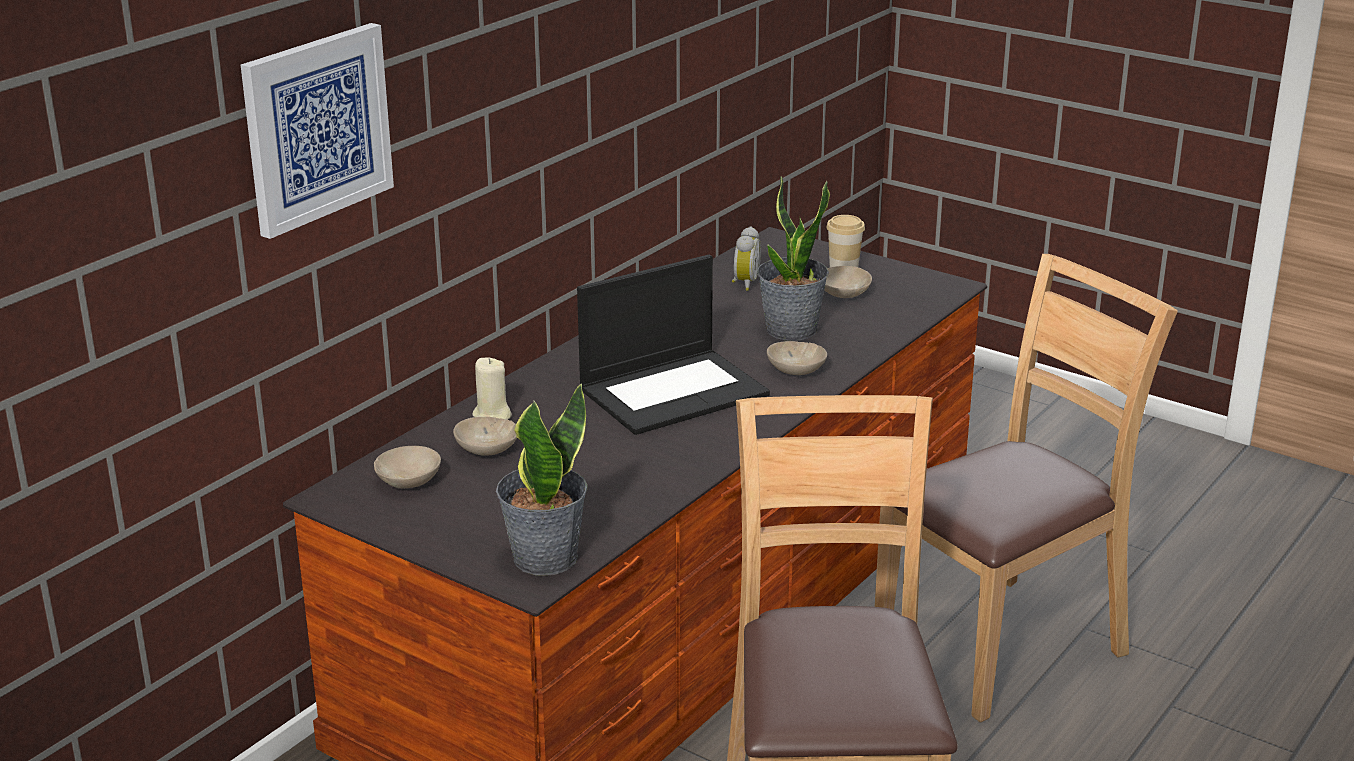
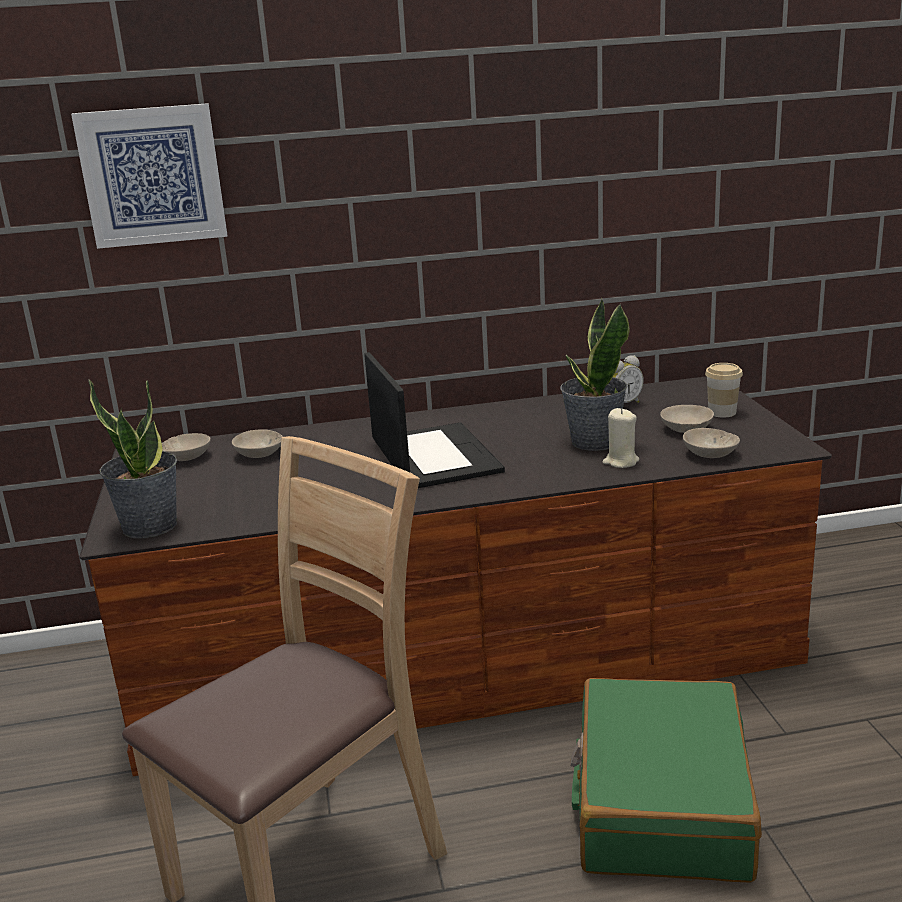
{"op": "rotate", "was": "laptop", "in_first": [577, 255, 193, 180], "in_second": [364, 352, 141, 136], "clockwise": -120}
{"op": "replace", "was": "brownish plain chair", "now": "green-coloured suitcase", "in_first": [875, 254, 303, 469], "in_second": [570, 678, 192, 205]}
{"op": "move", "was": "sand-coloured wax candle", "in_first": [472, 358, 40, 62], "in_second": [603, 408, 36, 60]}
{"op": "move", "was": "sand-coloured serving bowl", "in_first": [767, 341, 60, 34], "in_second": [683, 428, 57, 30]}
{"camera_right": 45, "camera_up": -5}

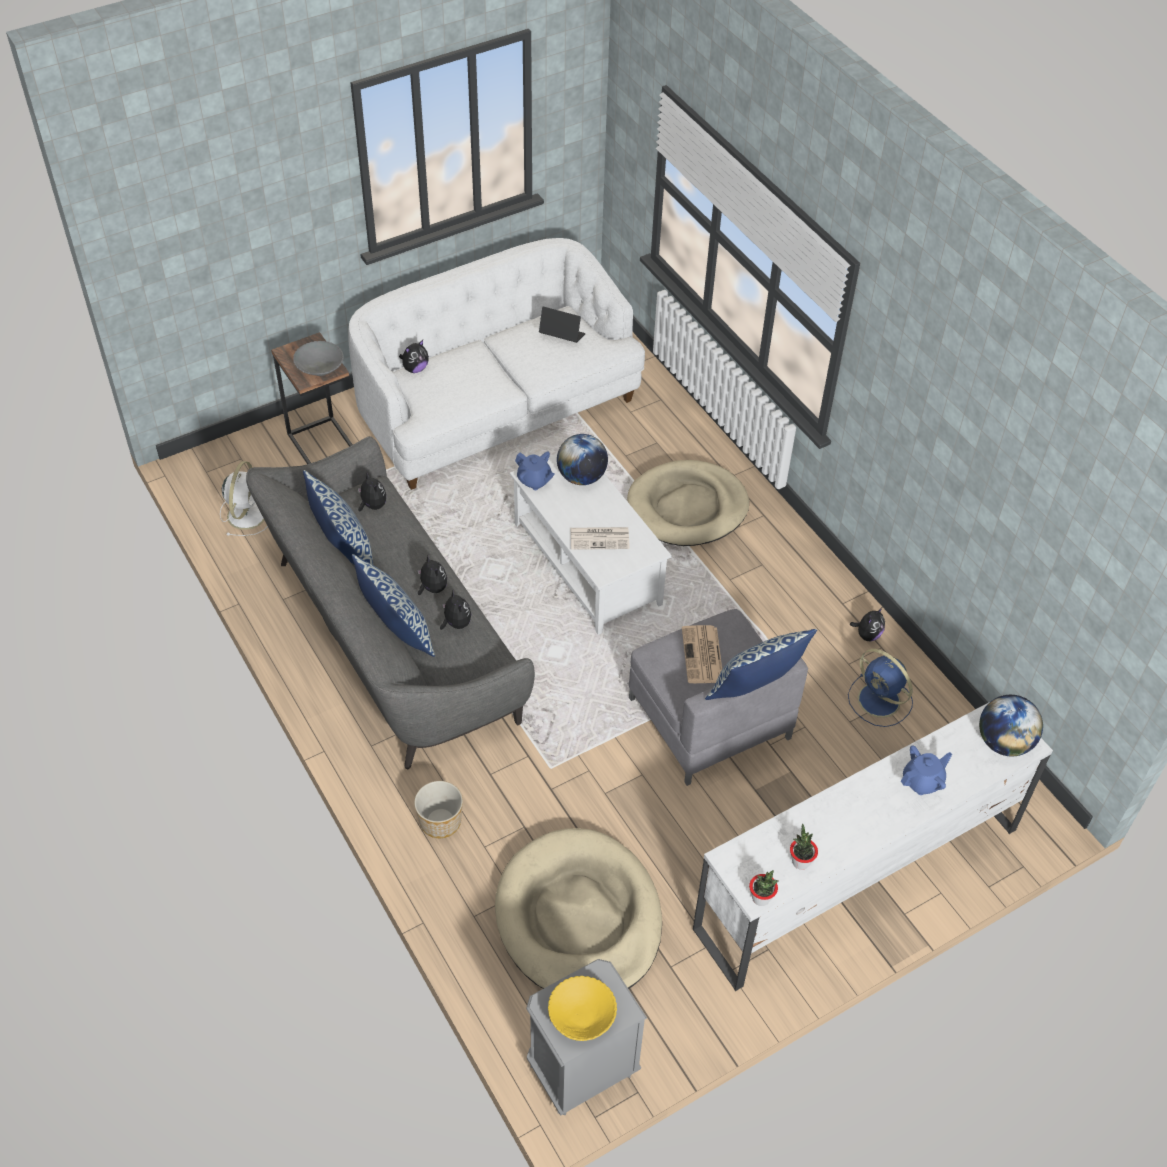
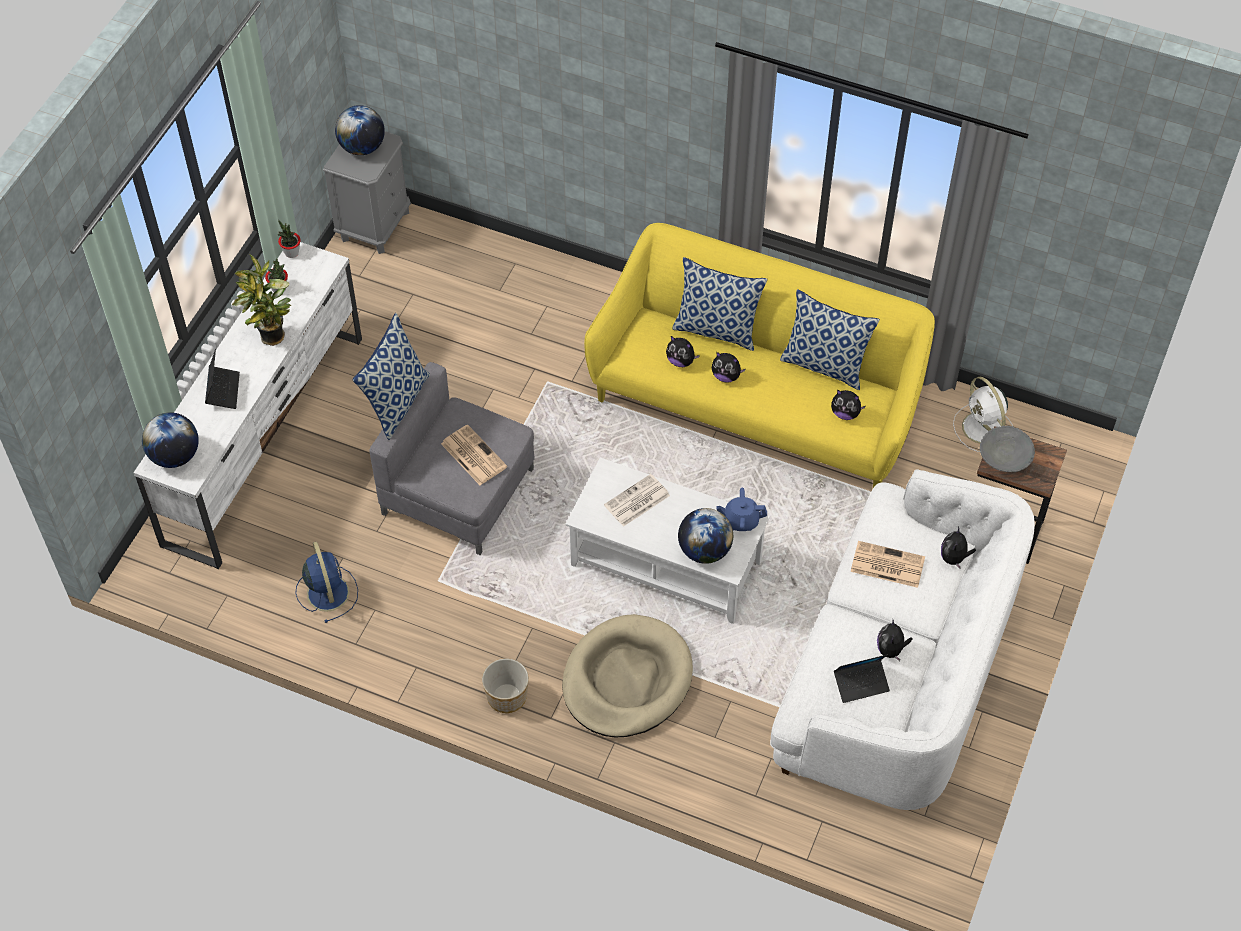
{"op": "replace", "was": "blue teapot", "now": "laptop", "in_first": [901, 745, 51, 50], "in_second": [205, 349, 35, 60]}
{"op": "insert", "now": "potted plant", "in_second": [232, 255, 59, 91]}
{"op": "rotate", "was": "blue fan", "in_first": [848, 649, 65, 78], "in_second": [296, 542, 62, 81], "clockwise": 60}
{"op": "replace", "was": "yellow serving bowl", "now": "desk globe", "in_first": [548, 976, 69, 65], "in_second": [335, 105, 50, 50]}
{"op": "move", "was": "plant pot", "in_first": [414, 781, 49, 57], "in_second": [482, 658, 47, 55]}
{"op": "recolor", "was": "greyish sofa", "now": "yellow sofa", "in_first": [246, 436, 289, 333], "in_second": [584, 223, 351, 265]}
{"op": "insert", "now": "printed paper", "in_second": [851, 541, 74, 47]}
{"op": "move", "was": "cuddly toy", "in_first": [850, 607, 35, 34], "in_second": [877, 620, 35, 41]}
{"op": "delete", "was": "sand-coloured dog bed", "in_first": [495, 828, 167, 161]}
{"camera_right": 145, "camera_up": 5}

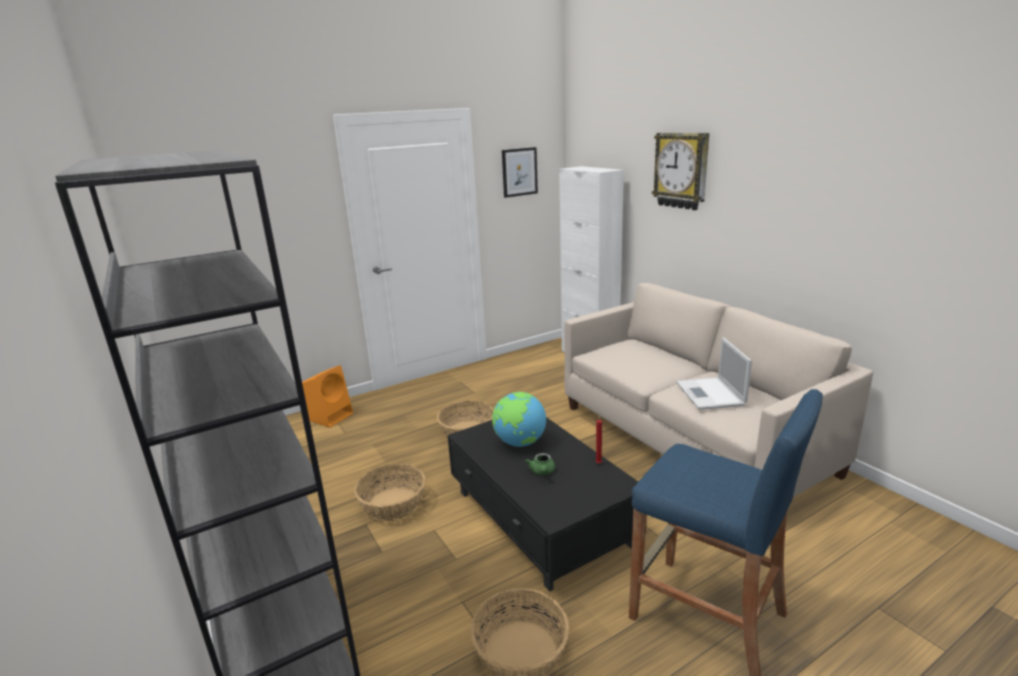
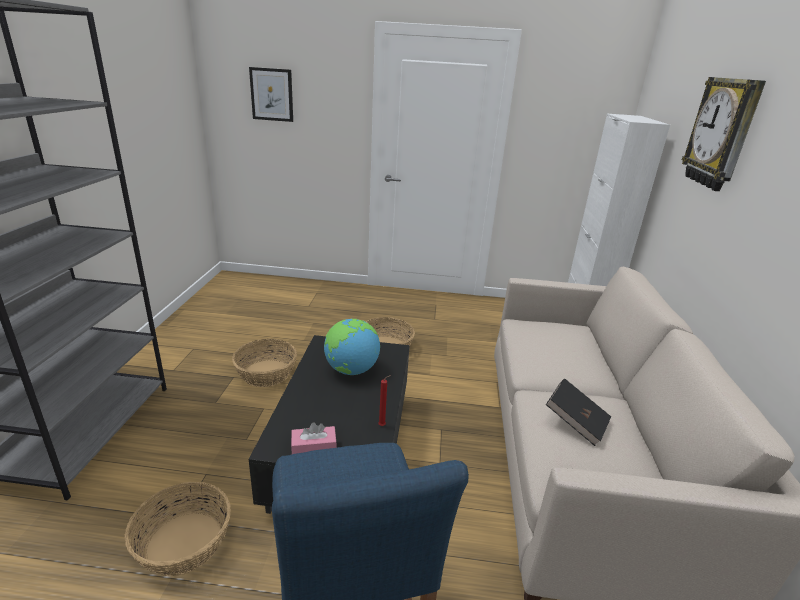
{"op": "move", "was": "wall picture", "in_first": [502, 147, 36, 51], "in_second": [249, 67, 44, 55]}
{"op": "insert", "now": "pink tissue box", "in_second": [291, 422, 45, 32]}
{"op": "replace", "was": "laptop", "now": "black-coloured volume", "in_first": [676, 337, 76, 73], "in_second": [546, 378, 65, 68]}
{"op": "delete", "was": "orange audio speaker", "in_first": [302, 365, 51, 63]}
{"op": "delete", "was": "green-coloured teapot", "in_first": [525, 453, 30, 22]}
{"camera_right": 35, "camera_up": 5}

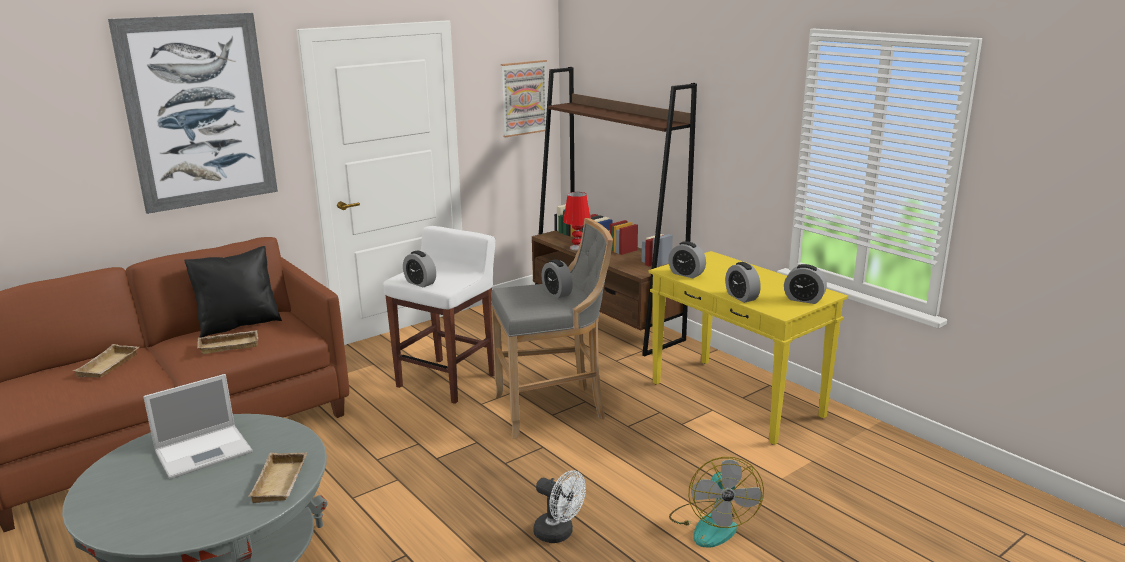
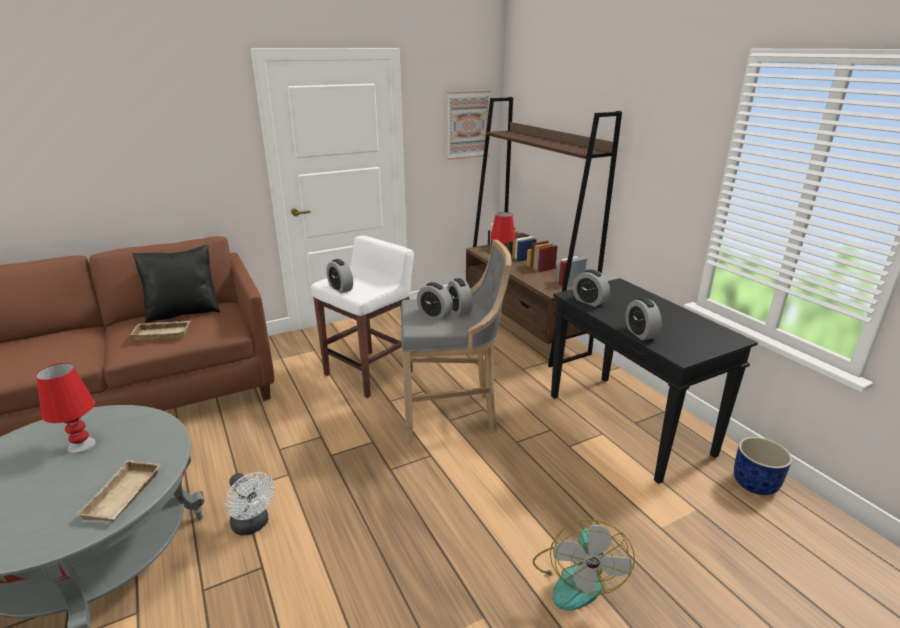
{"op": "replace", "was": "laptop", "now": "reddish table lamp", "in_first": [143, 374, 109, 105], "in_second": [36, 363, 60, 91]}
{"op": "move", "was": "white-coloured fan", "in_first": [533, 470, 53, 73], "in_second": [225, 472, 50, 64]}
{"op": "move", "was": "alarm clock", "in_first": [784, 264, 43, 40], "in_second": [417, 282, 36, 38]}
{"op": "recolor", "was": "yellow console table", "now": "black-coloured console table", "in_first": [648, 251, 200, 194], "in_second": [551, 278, 207, 206]}
{"op": "insert", "now": "blue plant pot", "in_second": [734, 437, 58, 58]}
{"op": "delete", "was": "sand-coloured serving tray", "in_first": [73, 344, 66, 34]}
{"op": "delete", "was": "wall picture", "in_first": [108, 13, 170, 201]}
{"camera_right": 10, "camera_up": 5}

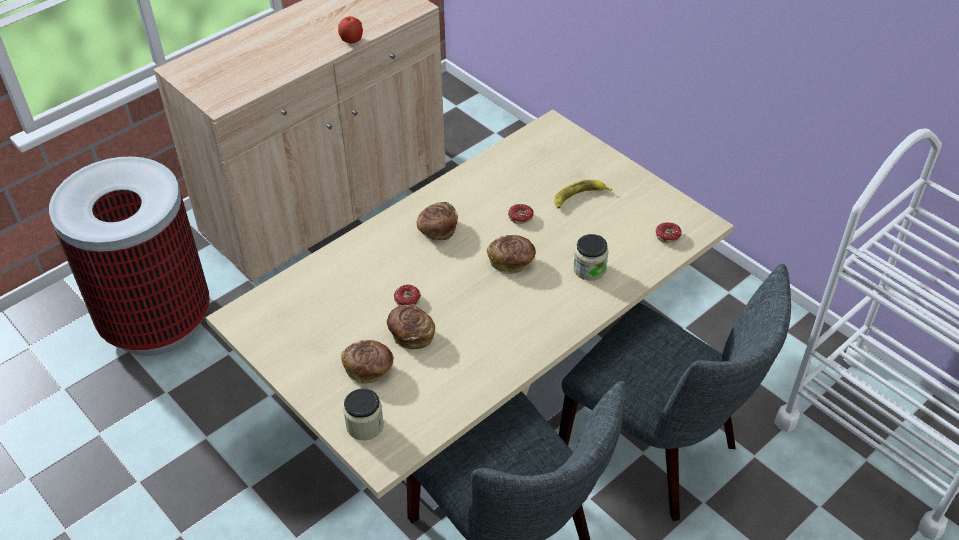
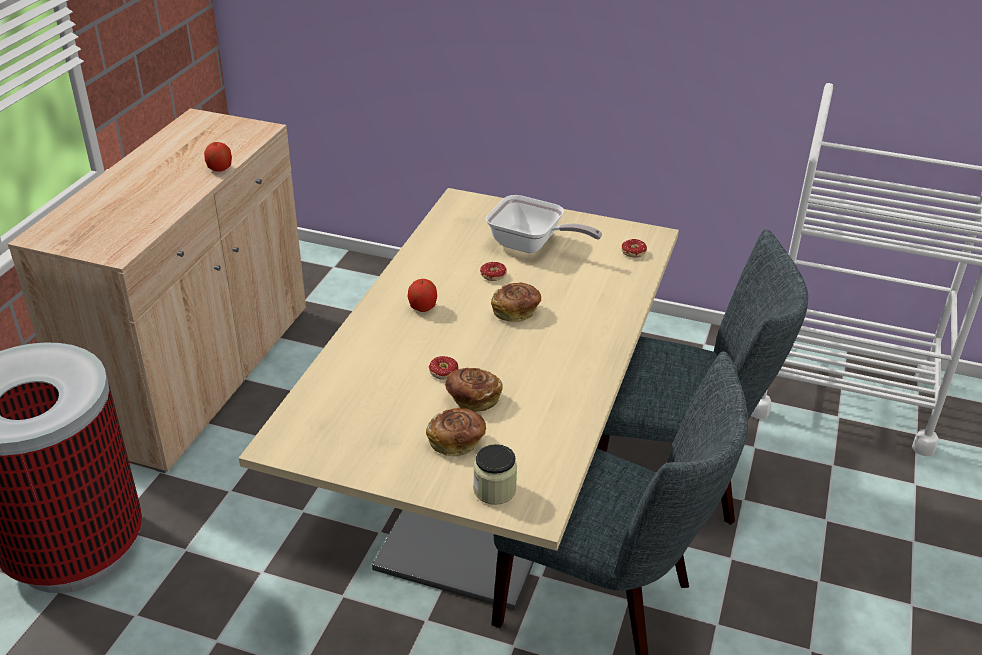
{"op": "replace", "was": "bread", "now": "whole apple", "in_first": [417, 202, 41, 38], "in_second": [407, 279, 30, 33]}
{"op": "replace", "was": "whole banana", "now": "skillet", "in_first": [554, 180, 58, 28], "in_second": [486, 195, 116, 58]}
{"op": "delete", "was": "storage jar", "in_first": [573, 234, 36, 47]}
{"camera_right": -30, "camera_up": -10}

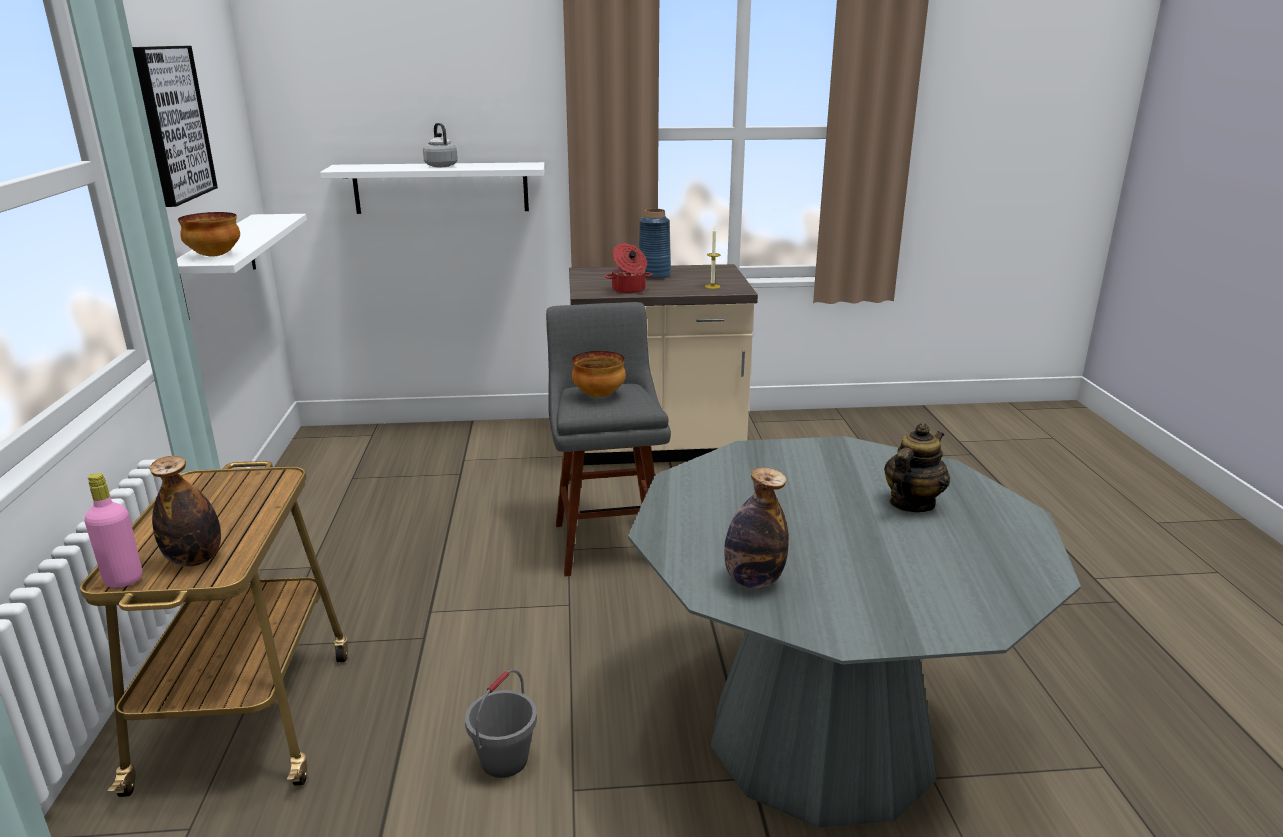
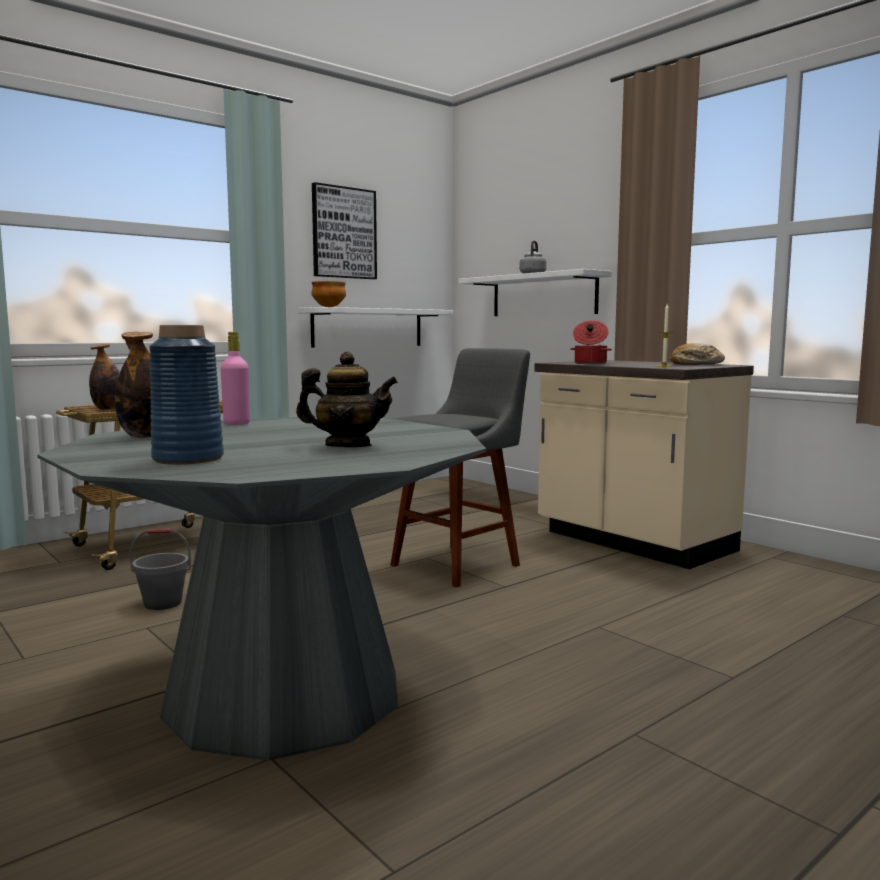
{"op": "move", "was": "blue decorative vase", "in_first": [639, 209, 32, 70], "in_second": [149, 325, 75, 140]}
{"op": "move", "was": "pink beverage bottle", "in_first": [84, 473, 58, 115], "in_second": [220, 332, 30, 93]}
{"op": "insert", "now": "bread", "in_second": [671, 343, 54, 22]}
{"op": "delete", "was": "serving bowl", "in_first": [572, 351, 54, 46]}
{"camera_right": 55, "camera_up": -15}

